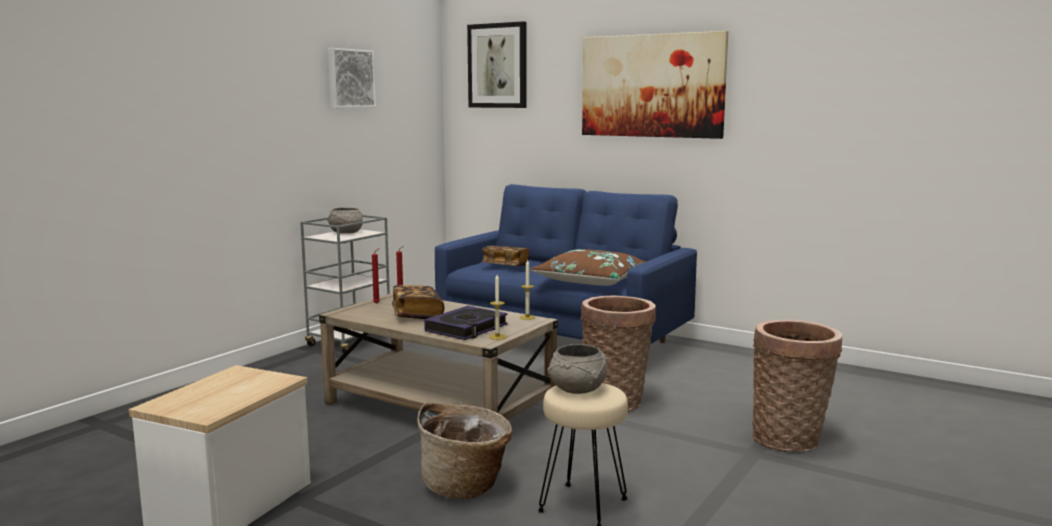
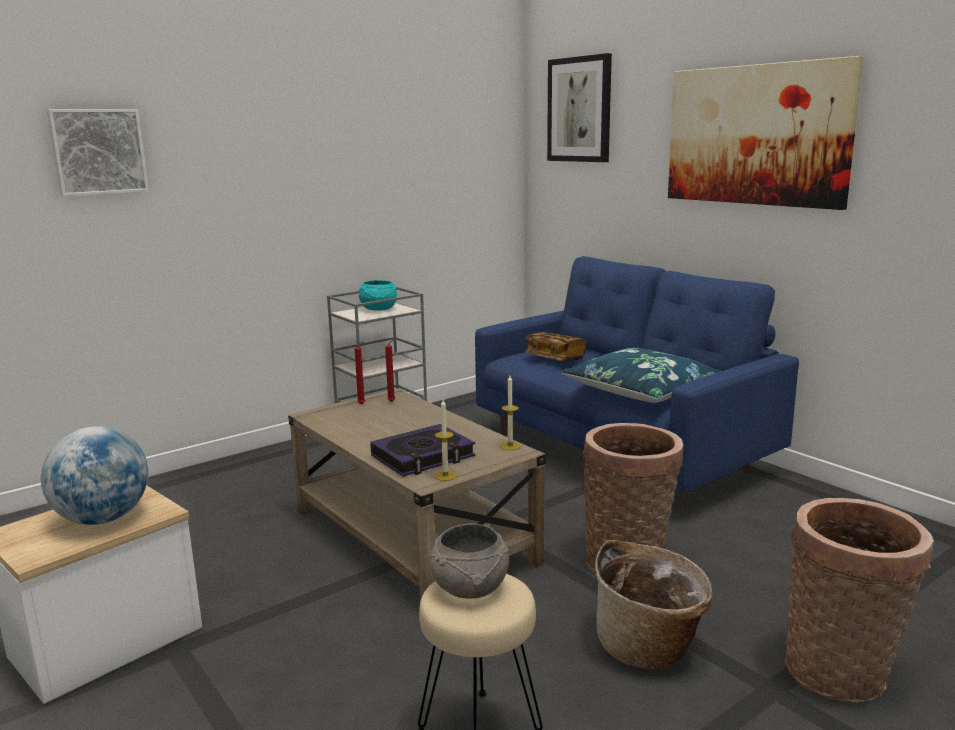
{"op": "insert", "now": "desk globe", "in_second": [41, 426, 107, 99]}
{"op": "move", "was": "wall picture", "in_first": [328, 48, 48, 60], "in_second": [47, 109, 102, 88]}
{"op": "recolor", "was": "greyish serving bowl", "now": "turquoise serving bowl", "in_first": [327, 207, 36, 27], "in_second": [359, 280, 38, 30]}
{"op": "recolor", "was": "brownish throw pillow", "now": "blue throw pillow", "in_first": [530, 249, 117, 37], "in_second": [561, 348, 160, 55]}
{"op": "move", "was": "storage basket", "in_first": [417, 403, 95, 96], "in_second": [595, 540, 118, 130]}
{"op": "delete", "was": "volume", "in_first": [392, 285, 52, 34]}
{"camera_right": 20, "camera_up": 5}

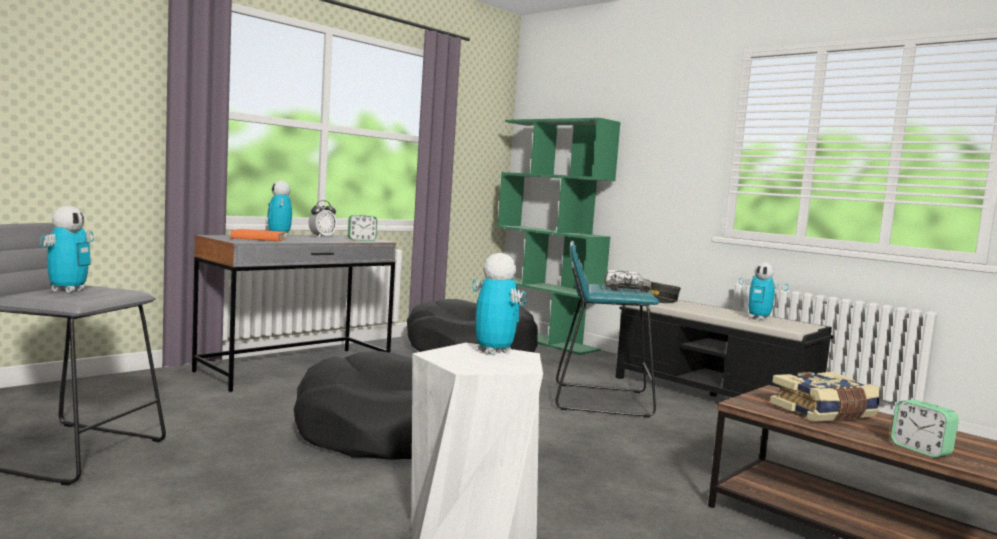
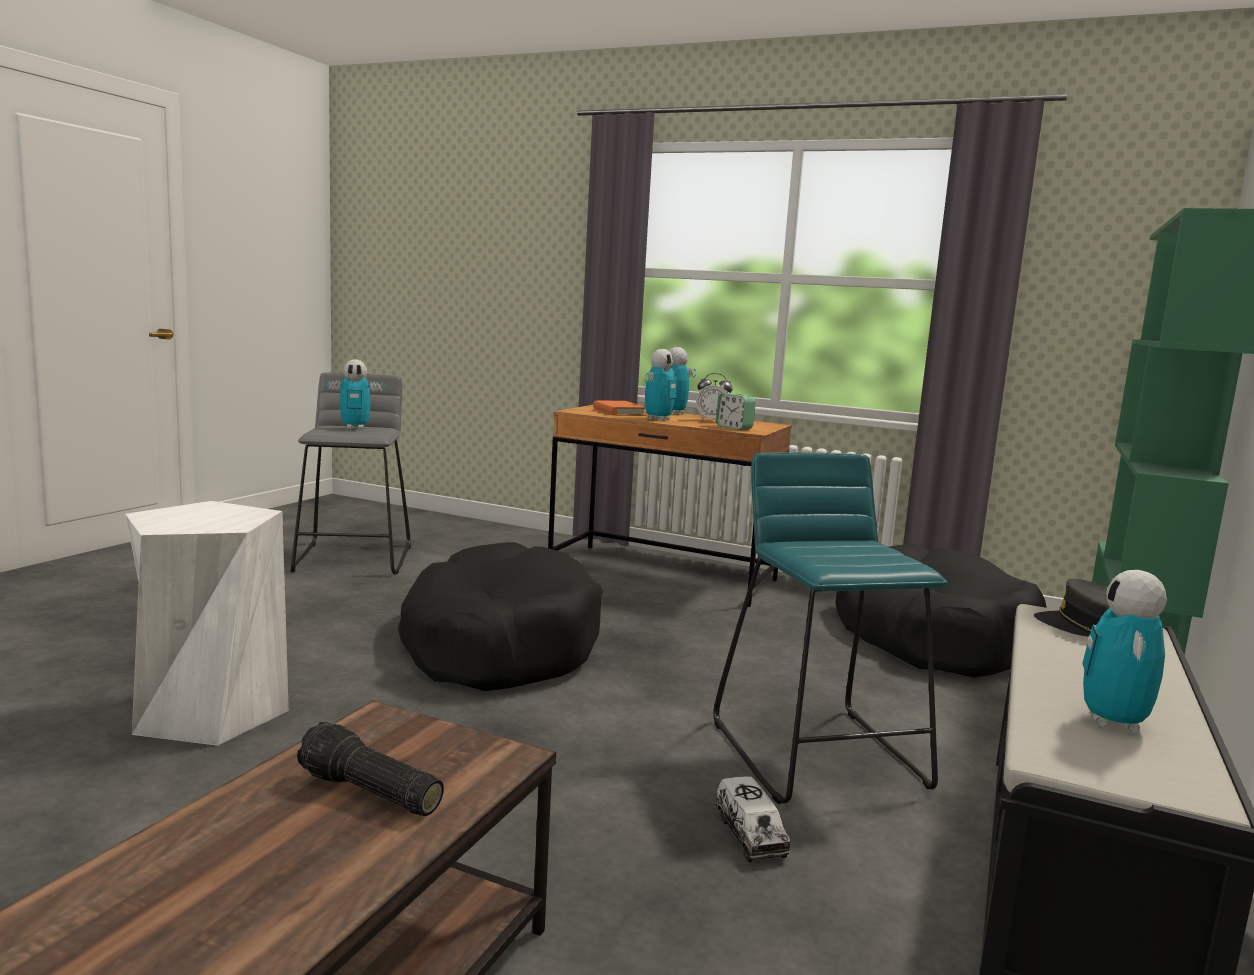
{"op": "replace", "was": "volume", "now": "flashlight", "in_first": [770, 372, 112, 49], "in_second": [297, 721, 147, 95]}
{"op": "recolor", "was": "greyish desk", "now": "brownish desk", "in_first": [192, 235, 204, 157], "in_second": [548, 405, 244, 202]}
{"op": "move", "was": "model robot", "in_first": [472, 253, 55, 102], "in_second": [645, 349, 31, 72]}
{"op": "move", "was": "toy truck", "in_first": [604, 270, 47, 23], "in_second": [715, 776, 76, 86]}
{"op": "delete", "was": "alarm clock", "in_first": [891, 400, 68, 58]}
{"camera_right": 70, "camera_up": 5}

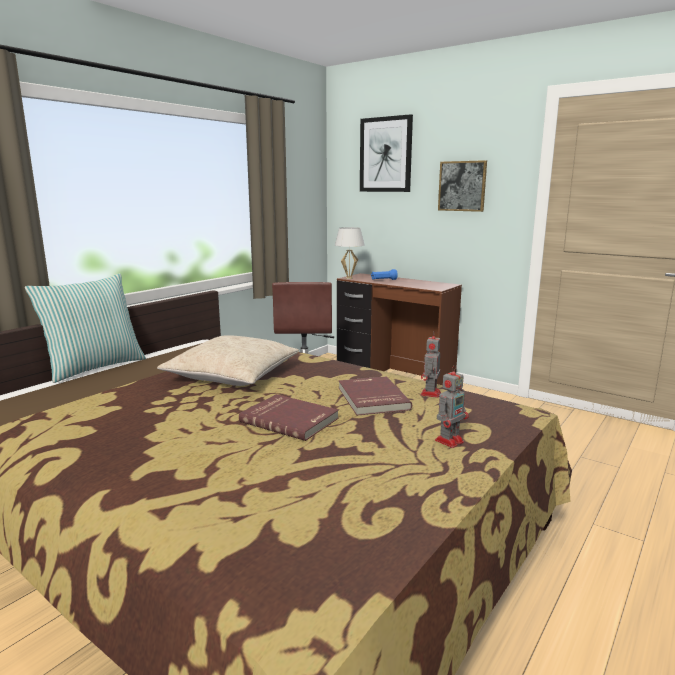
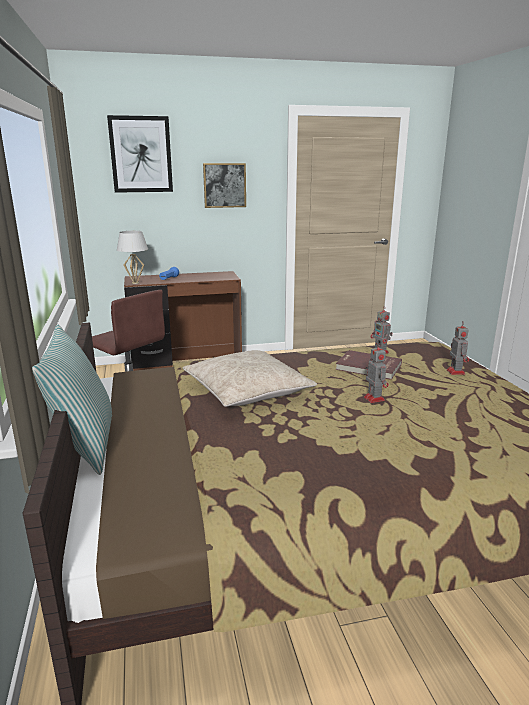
{"op": "replace", "was": "reddish volume", "now": "model robot", "in_first": [239, 394, 100, 47], "in_second": [364, 343, 25, 60]}
{"camera_right": -50, "camera_up": 5}

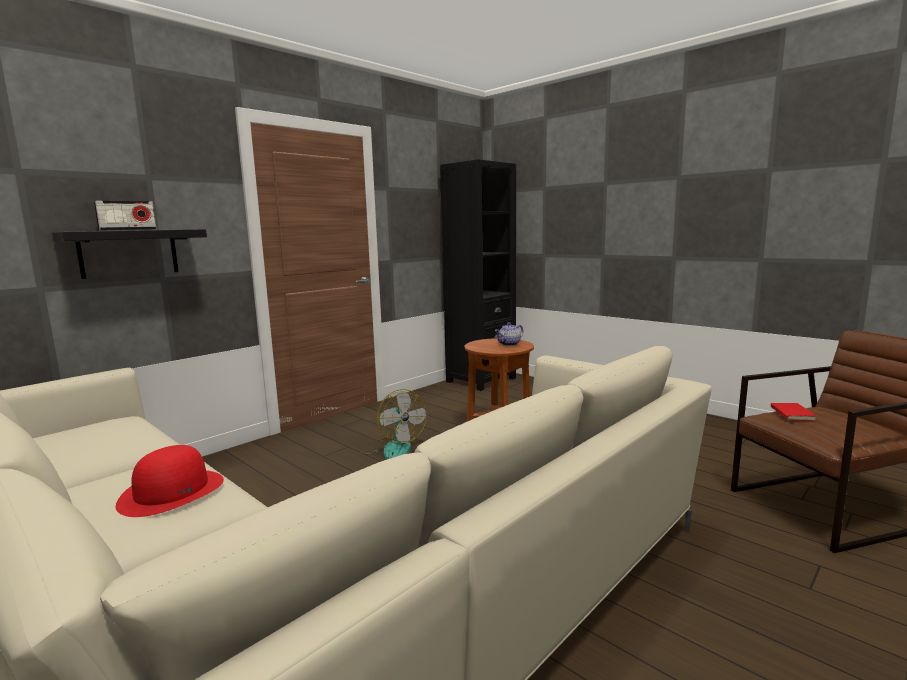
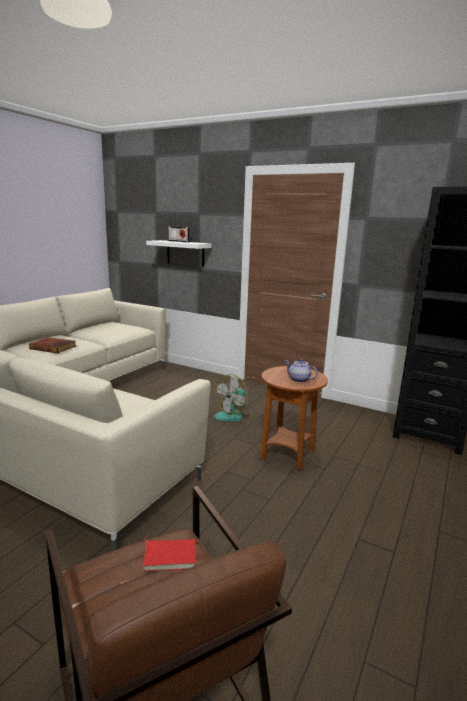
{"op": "replace", "was": "reddish hat", "now": "volume", "in_first": [116, 445, 108, 72], "in_second": [29, 337, 47, 16]}
{"op": "recolor", "was": "black-coloured wall shelf", "now": "white-coloured wall shelf", "in_first": [52, 229, 155, 50], "in_second": [146, 240, 66, 27]}
{"camera_right": 75, "camera_up": 5}

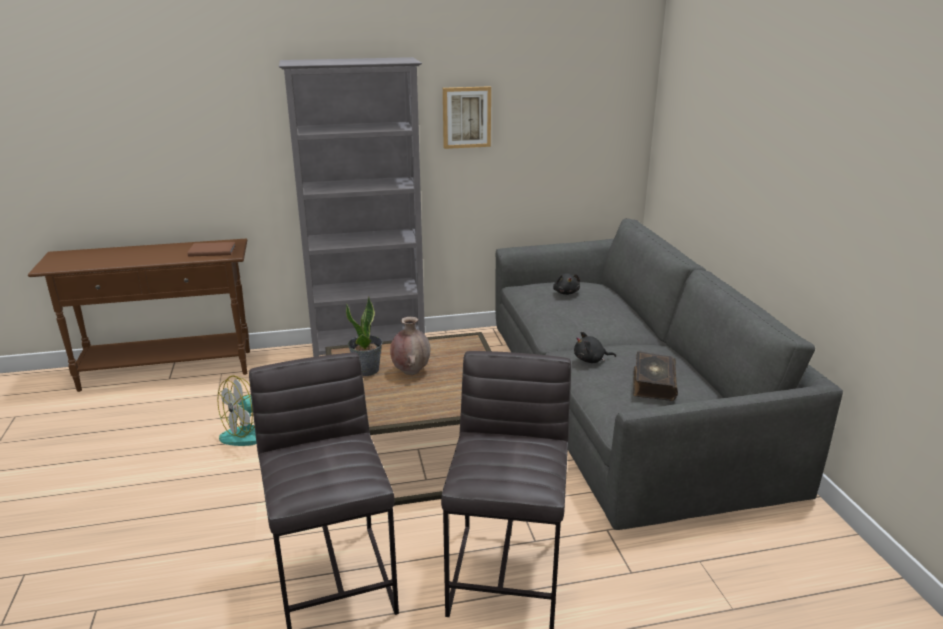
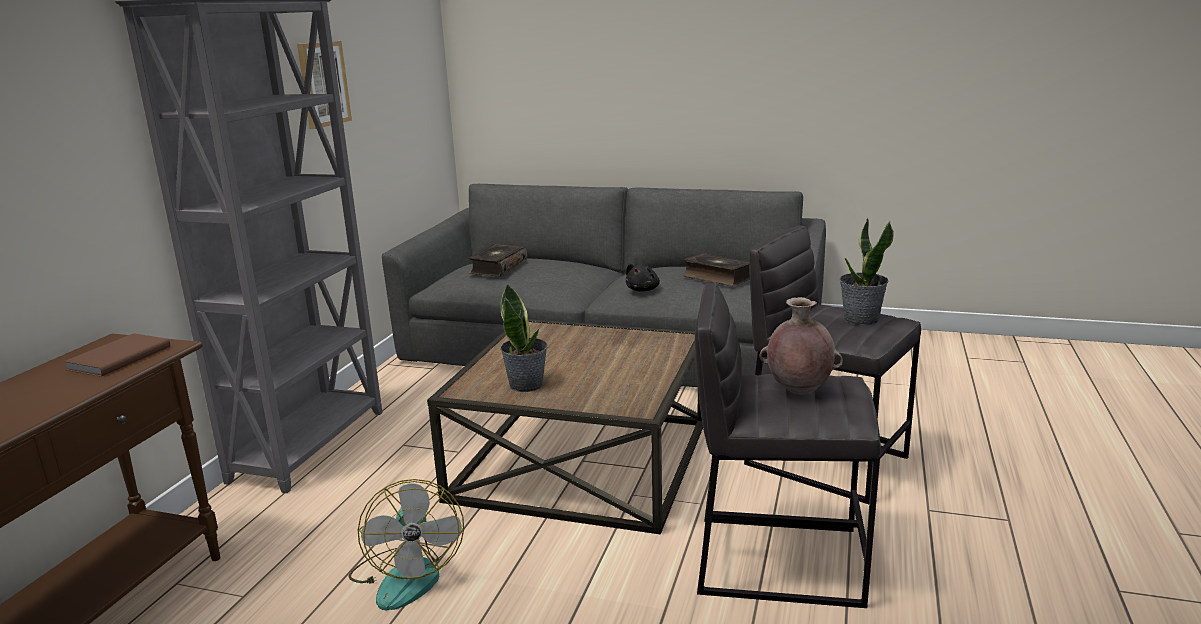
{"op": "replace", "was": "black-coloured cuddly toy", "now": "volume", "in_first": [553, 273, 27, 22], "in_second": [468, 243, 59, 34]}
{"op": "move", "was": "brownish decorative vase", "in_first": [390, 317, 41, 58], "in_second": [759, 297, 84, 98]}
{"op": "insert", "now": "potted plant", "in_second": [839, 218, 55, 107]}
{"camera_right": -60, "camera_up": -5}

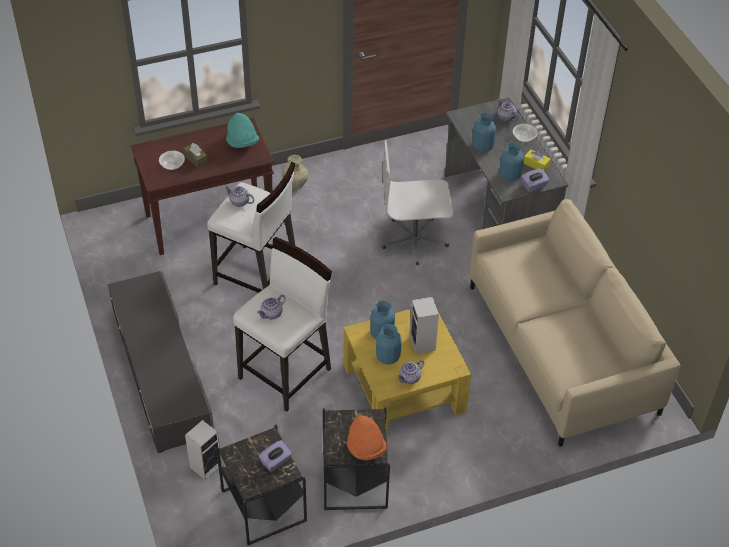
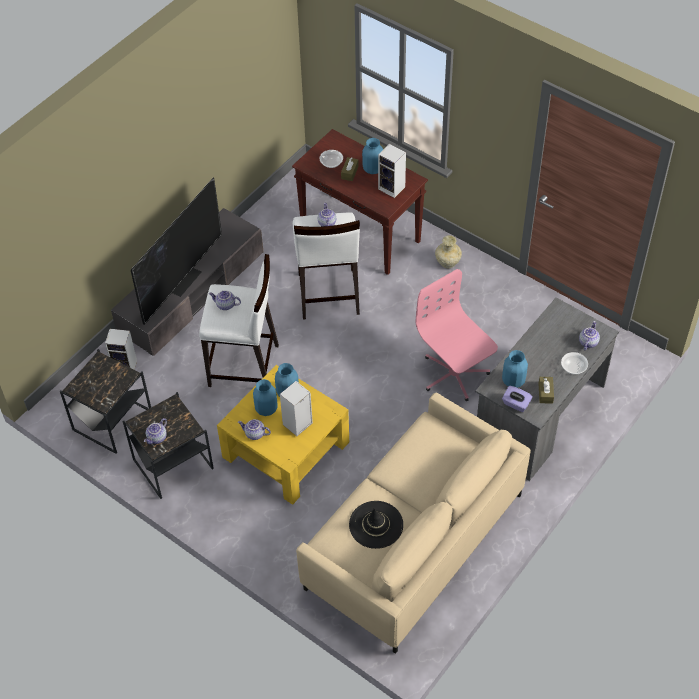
{"op": "insert", "now": "TV", "in_second": [131, 177, 91, 148]}
{"op": "replace", "was": "orange hat", "now": "teapot", "in_first": [347, 415, 40, 45], "in_second": [144, 418, 23, 26]}
{"op": "insert", "now": "black-coloured hat", "in_second": [349, 501, 54, 48]}
{"op": "move", "was": "blue decorative vase", "in_first": [472, 113, 24, 39], "in_second": [362, 138, 21, 36]}
{"op": "replace", "was": "turquoise hat", "now": "audio speaker", "in_first": [226, 113, 33, 35], "in_second": [378, 144, 28, 54]}
{"op": "recolor", "was": "white-coloured computer chair", "now": "pink computer chair", "in_first": [382, 140, 71, 125], "in_second": [416, 269, 82, 132]}
{"op": "recolor", "was": "yellow tissue box", "now": "brownish tissue box", "in_first": [523, 149, 28, 22], "in_second": [538, 377, 16, 27]}
{"op": "delete", "was": "purple tissue box", "in_first": [259, 440, 33, 32]}
{"camera_right": 60, "camera_up": 5}

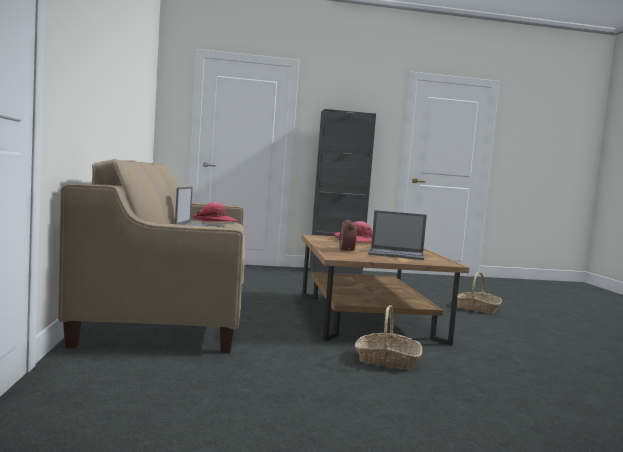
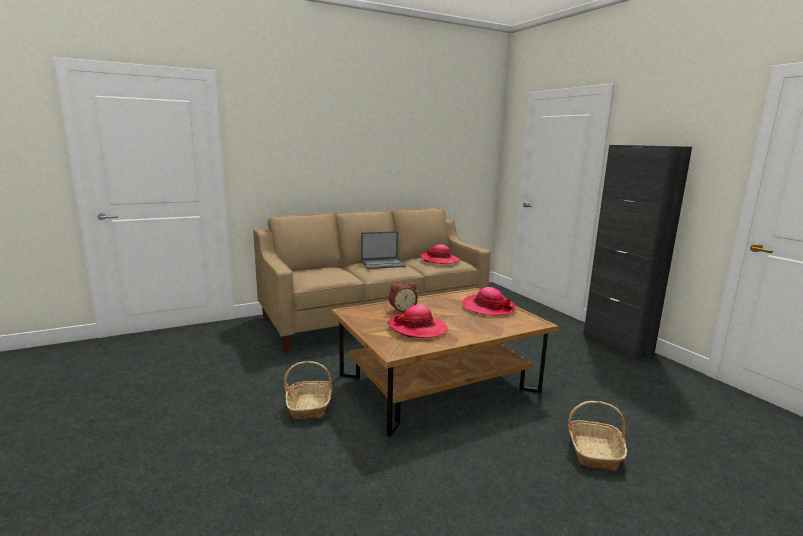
{"op": "replace", "was": "laptop", "now": "hat", "in_first": [368, 210, 59, 50], "in_second": [388, 305, 59, 33]}
{"camera_right": 70, "camera_up": 10}

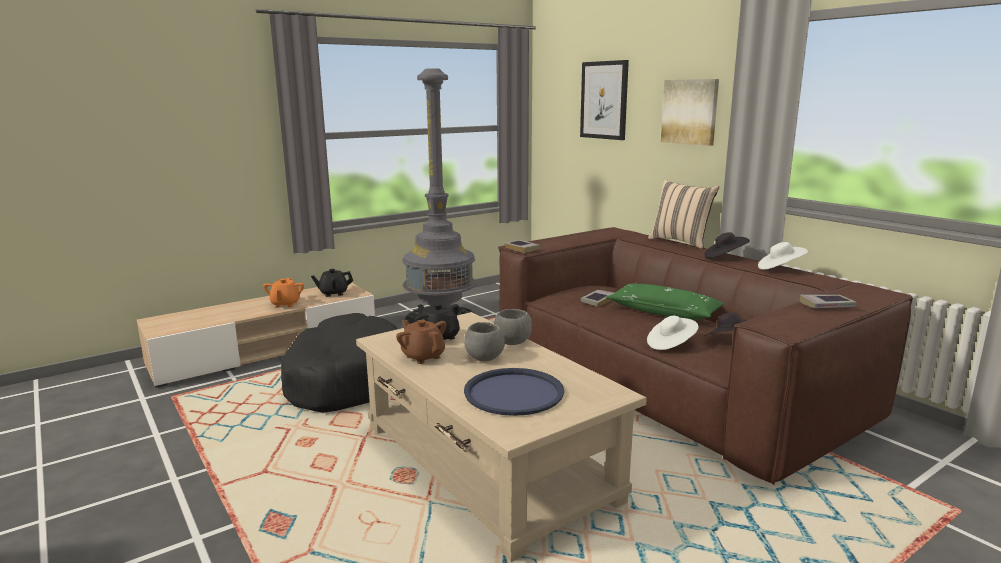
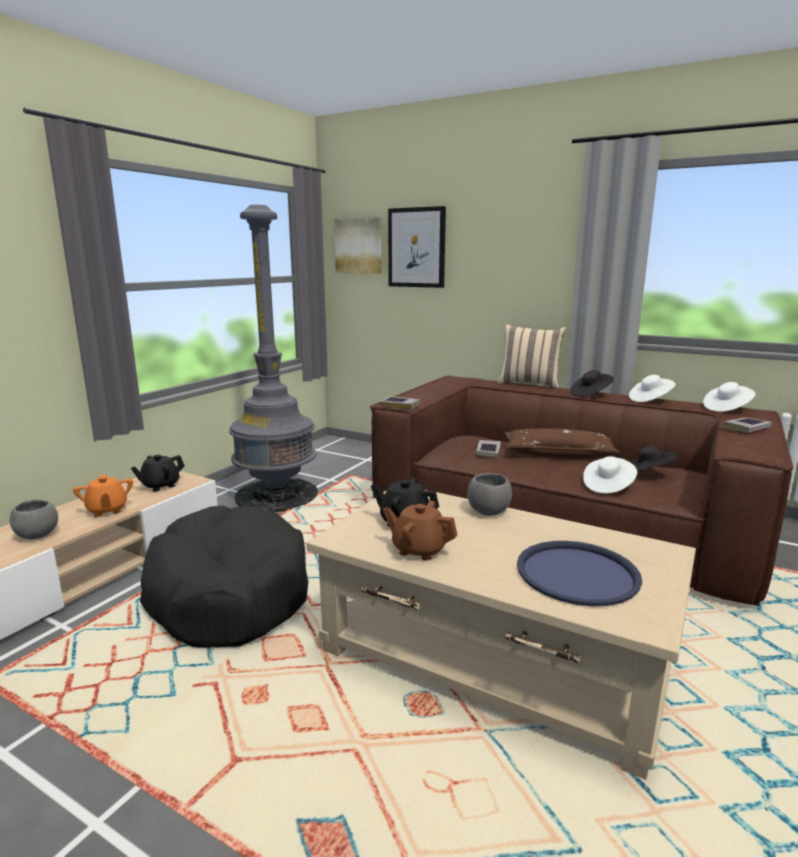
{"op": "move", "was": "greyish serving bowl", "in_first": [464, 322, 41, 39], "in_second": [10, 500, 48, 39]}
{"op": "move", "was": "wall picture", "in_first": [661, 79, 58, 67], "in_second": [334, 217, 47, 56]}
{"op": "recolor", "was": "green-coloured throw pillow", "now": "brownish throw pillow", "in_first": [605, 284, 119, 36], "in_second": [505, 428, 115, 31]}
{"op": "insert", "now": "white-coloured hat", "in_second": [703, 382, 53, 30]}
{"camera_right": -25, "camera_up": 0}

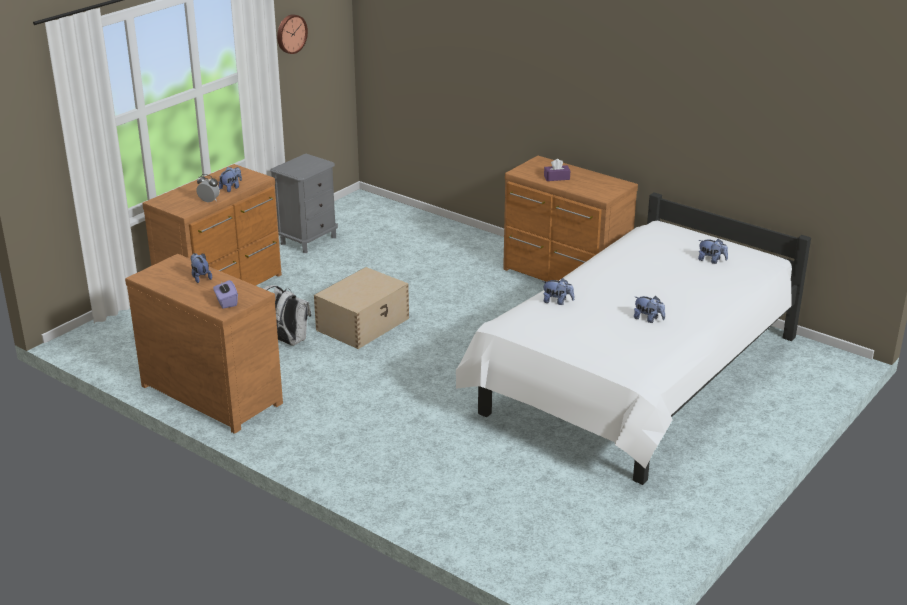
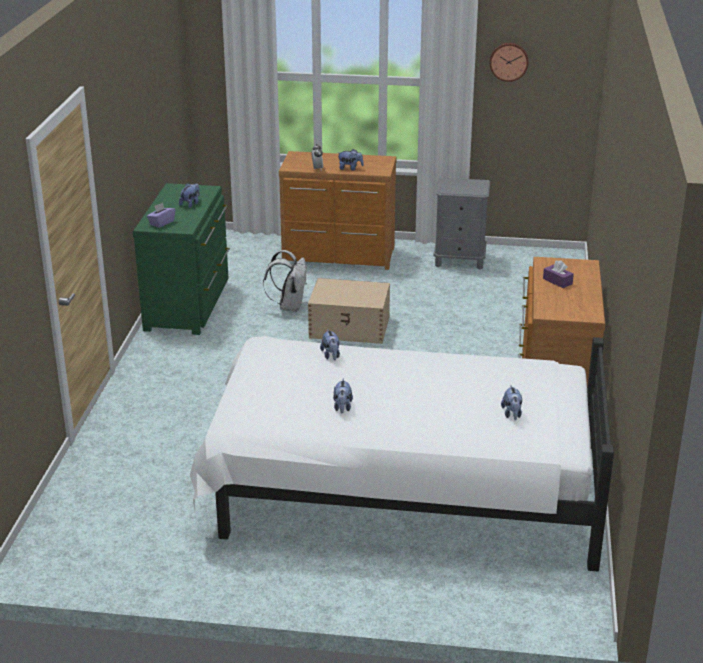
{"op": "recolor", "was": "brownish dresser", "now": "green-coloured dresser", "in_first": [125, 254, 158, 180], "in_second": [133, 183, 97, 152]}
{"camera_right": 60, "camera_up": 0}

